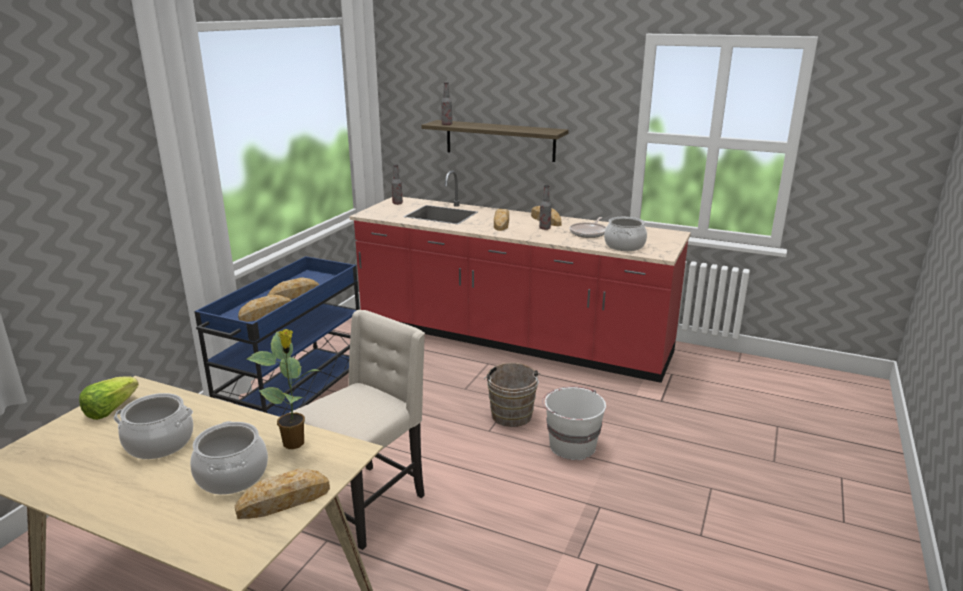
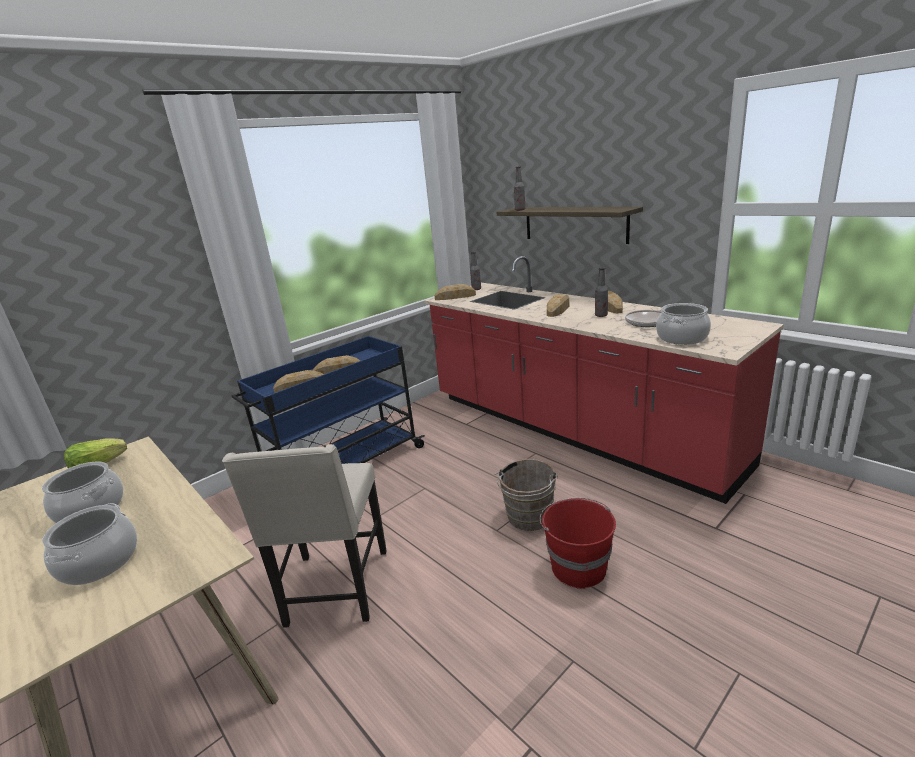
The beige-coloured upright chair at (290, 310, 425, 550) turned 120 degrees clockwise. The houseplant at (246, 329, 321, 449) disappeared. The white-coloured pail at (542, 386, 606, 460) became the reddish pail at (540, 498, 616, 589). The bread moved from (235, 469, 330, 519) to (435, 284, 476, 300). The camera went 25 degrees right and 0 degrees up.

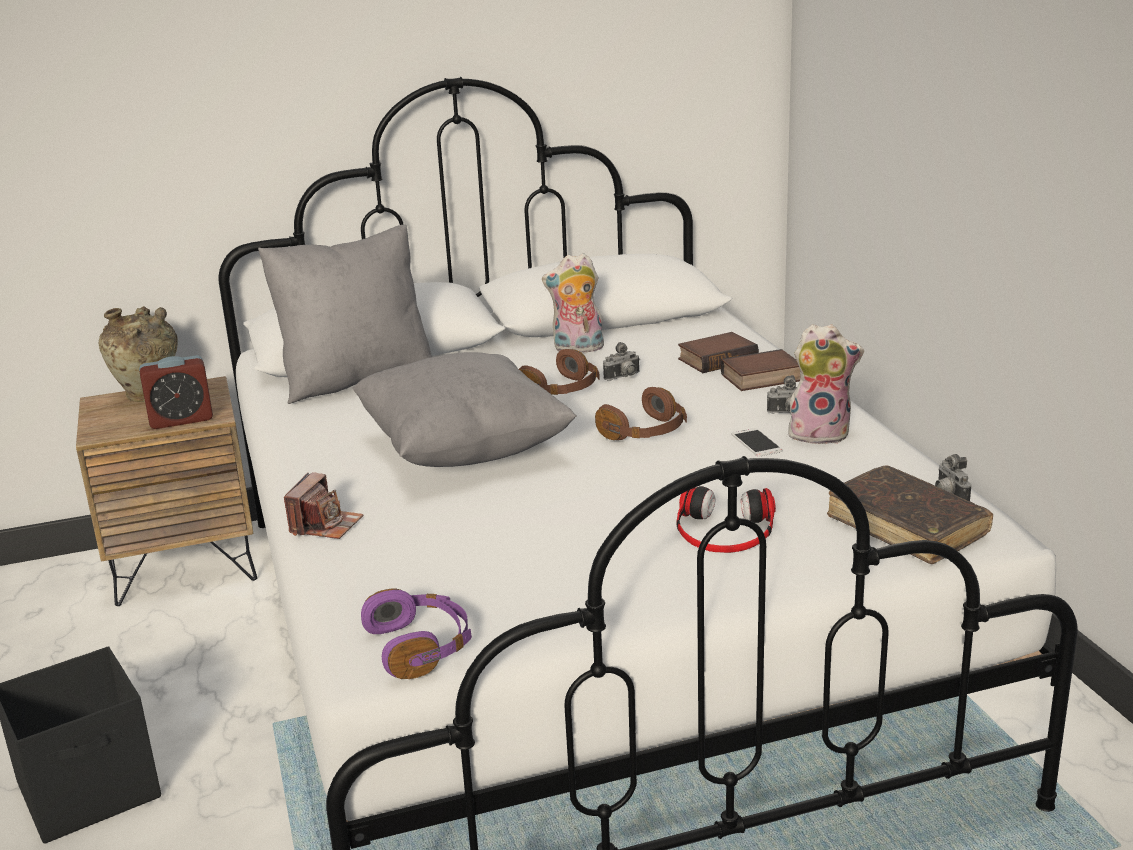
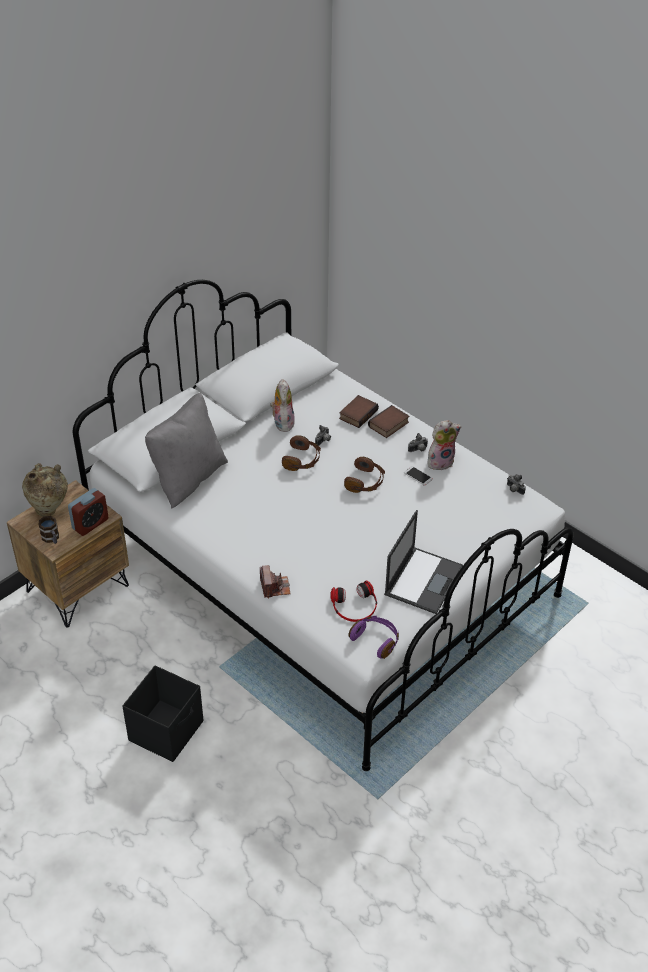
The cuddly toy at (542, 253, 604, 353) turned 120 degrees clockwise. The grey cushion at (352, 352, 577, 467) disappeared. The brown-coloured book at (827, 465, 993, 564) disappeared. The pair of headphones moved from (676, 486, 776, 553) to (330, 581, 377, 622). The portable computer at (384, 510, 463, 614) appeared. The mug at (39, 516, 59, 544) appeared. The camera went 30 degrees left and 20 degrees up.

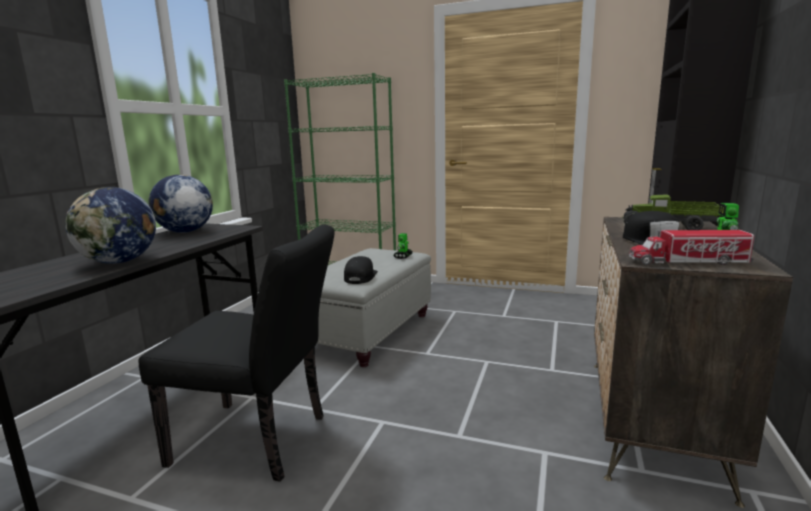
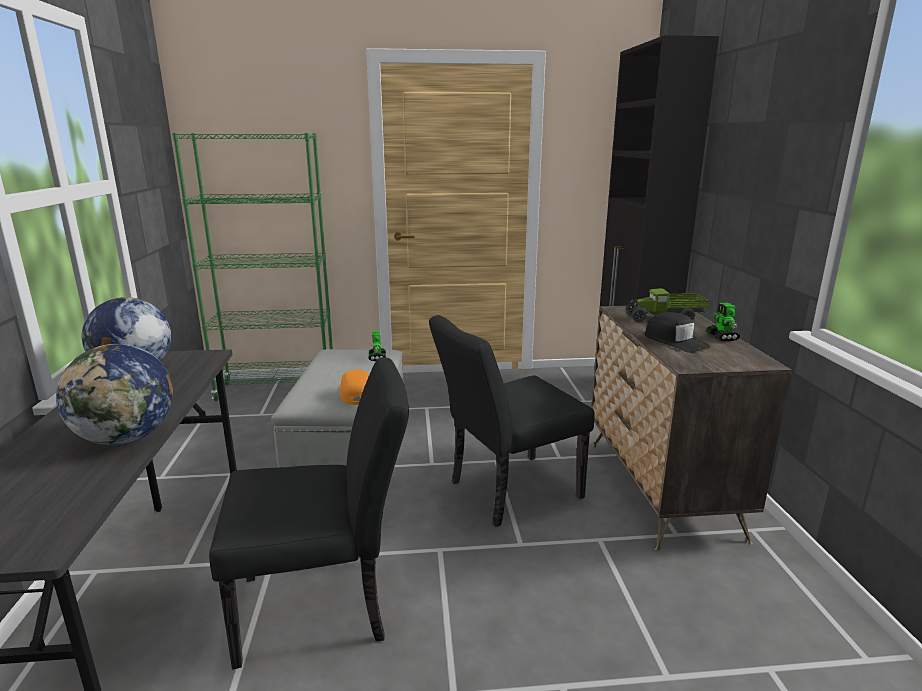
The model truck at (629, 230, 754, 265) disappeared. The blackish cap at (344, 256, 378, 284) became the orange-coloured cap at (339, 370, 369, 405). The blackish upright chair at (429, 315, 595, 527) appeared. The camera went 25 degrees left and 5 degrees up.

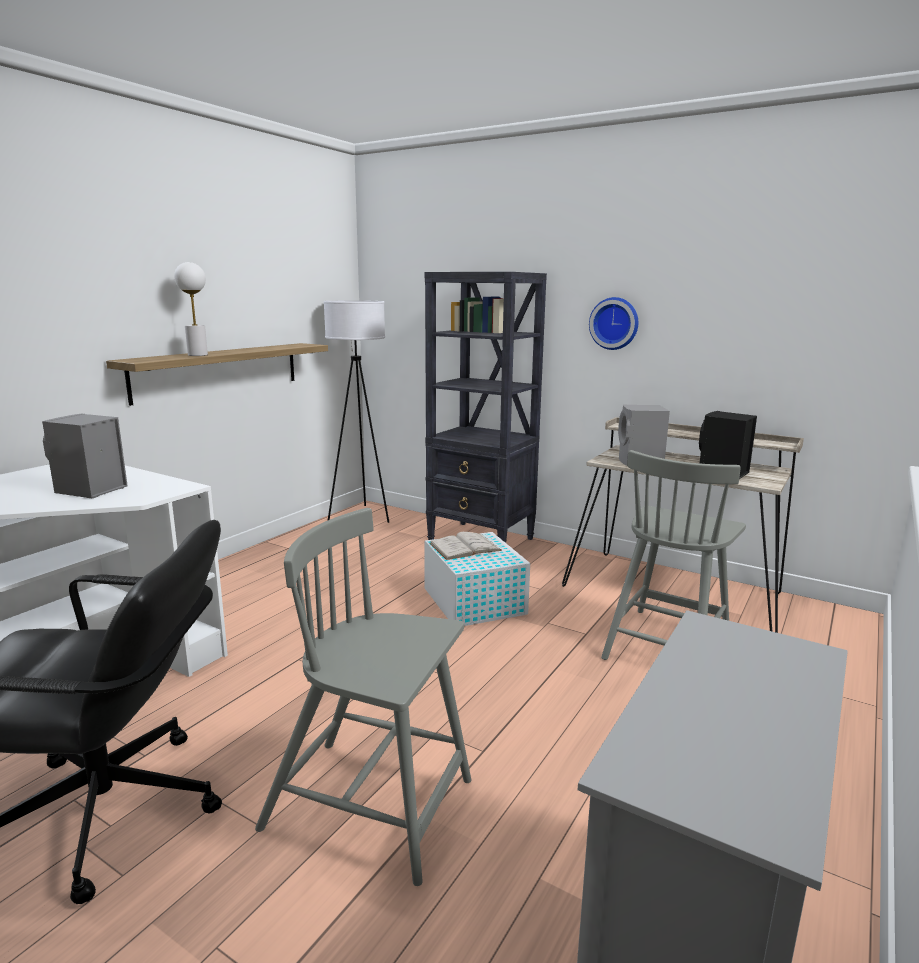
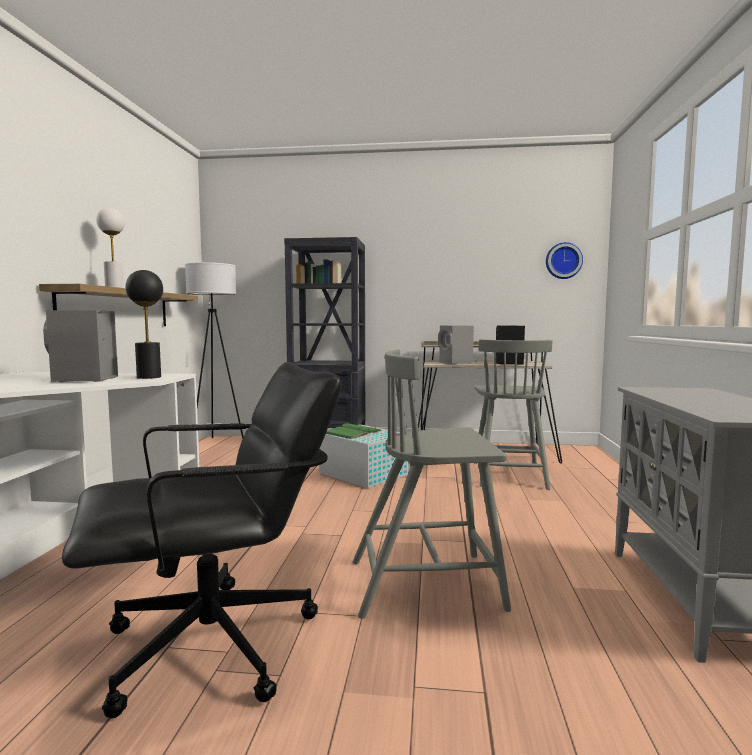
The wall clock moved from (589, 297, 638, 350) to (546, 242, 583, 279). The white-coloured book at (429, 532, 502, 560) became the greenish book at (326, 423, 382, 439). The blackish lamp for a table at (126, 270, 163, 379) appeared. The camera went 25 degrees left and 10 degrees down.

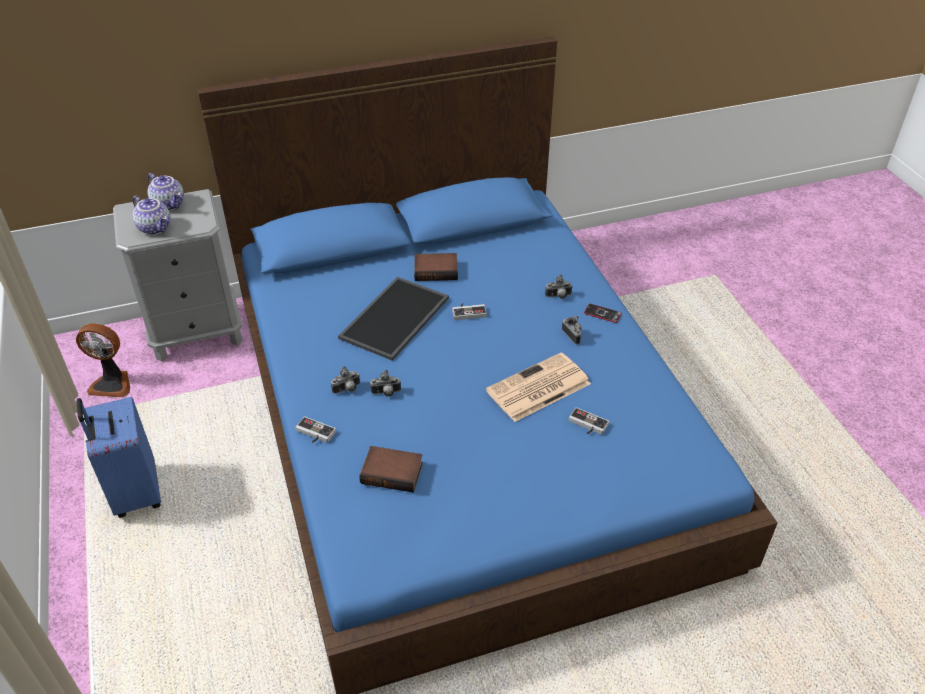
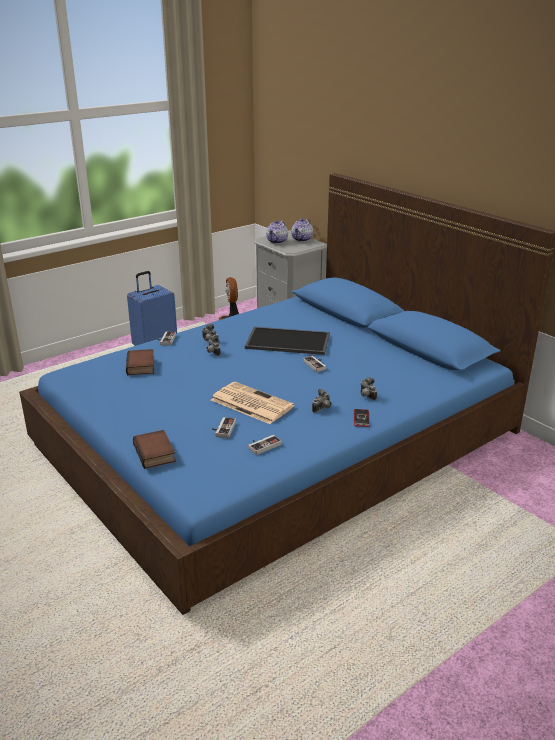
The book moved from (414, 253, 458, 281) to (133, 430, 176, 469). The game controller at (248, 435, 282, 455) appeared. The camera went 70 degrees right and 15 degrees down.

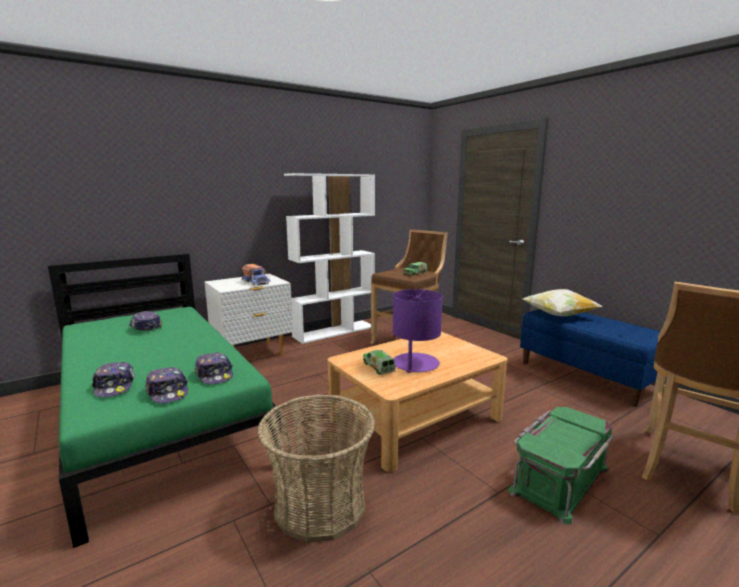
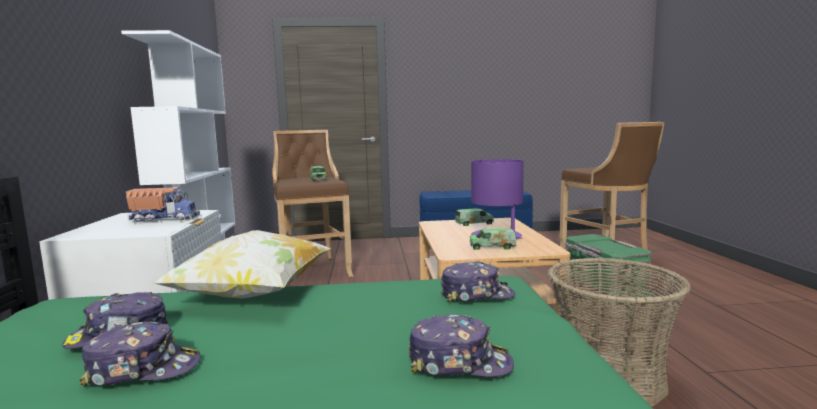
The cushion moved from (523, 289, 603, 316) to (152, 230, 331, 299). The cap moved from (145, 367, 188, 403) to (79, 322, 201, 387). The model truck at (455, 209, 494, 226) appeared. The camera went 60 degrees left and 5 degrees down.

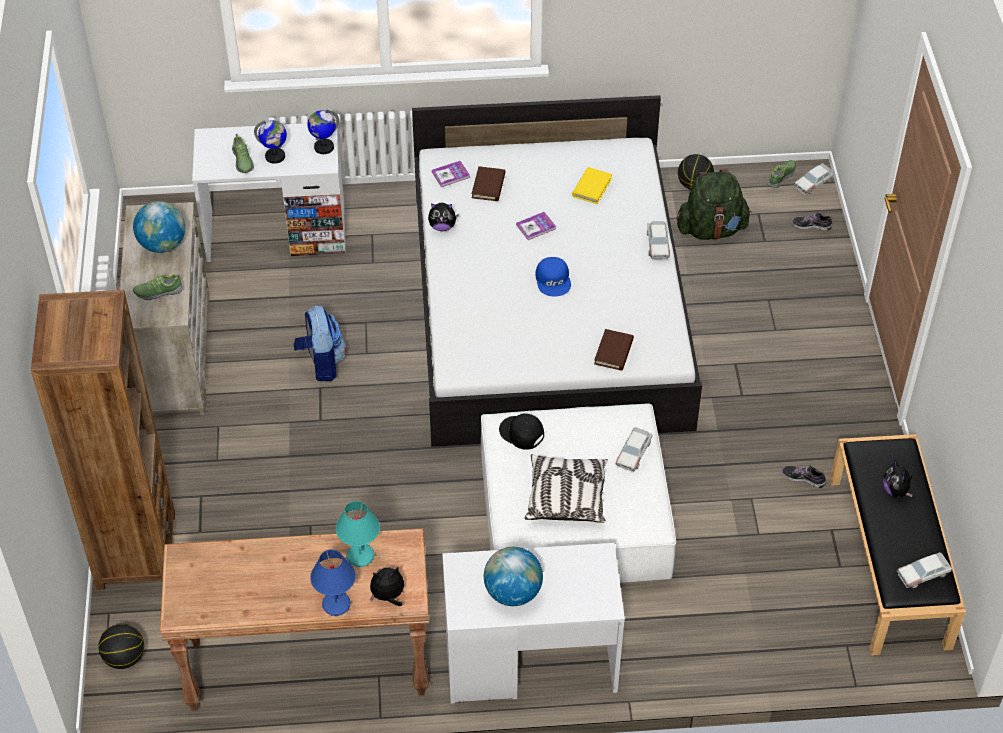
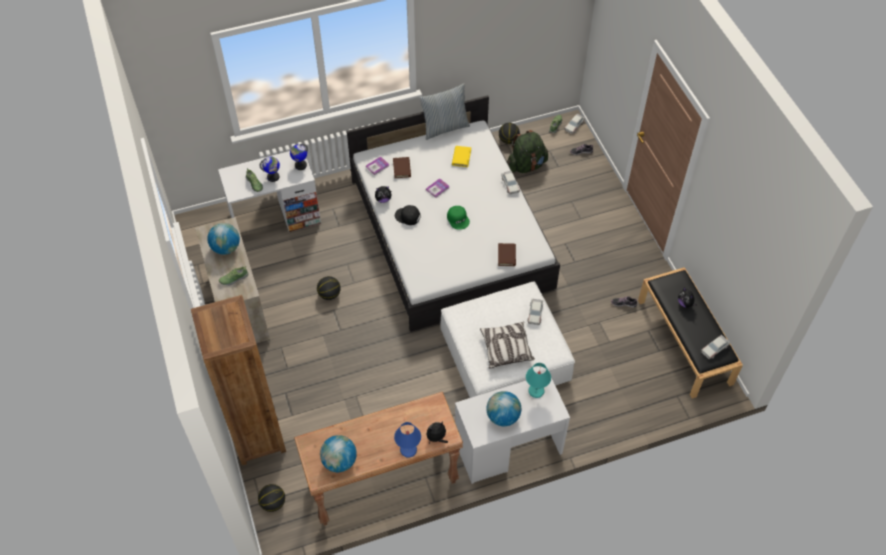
The blue cap at (535, 257, 571, 297) became the greenish cap at (447, 206, 470, 230). The backpack at (293, 305, 346, 381) was replaced by the ball for basketball at (317, 276, 341, 300). The blackish cap moved from (499, 413, 544, 450) to (395, 205, 420, 225). The turquoise-coloured lamp for a table moved from (336, 501, 380, 567) to (526, 363, 551, 398). The cushion at (419, 84, 470, 140) appeared. The desk globe at (320, 435, 357, 472) appeared. The camera went 15 degrees left and 5 degrees up.

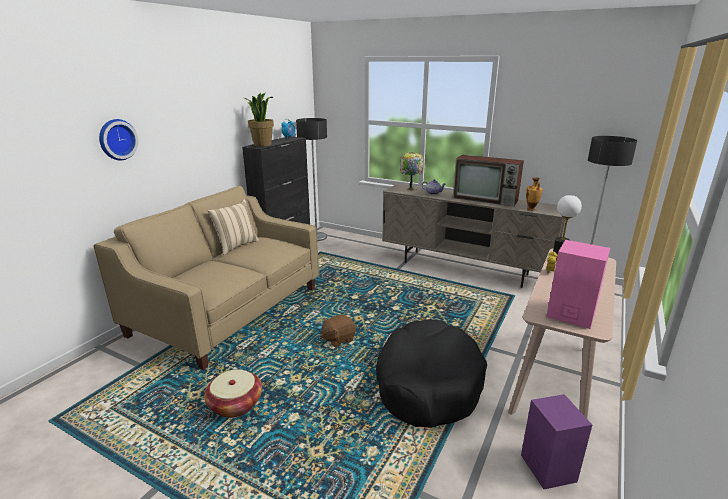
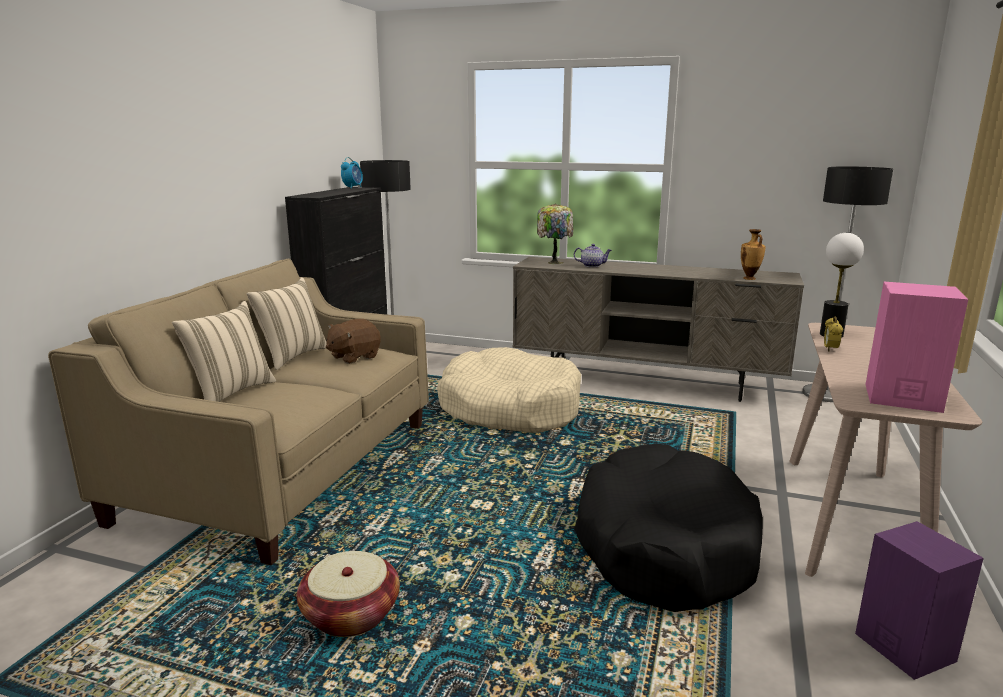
The houseplant at (245, 93, 274, 147) disappeared. The wall clock at (99, 119, 138, 161) disappeared. The TV at (453, 155, 524, 206) disappeared. The brown-coloured cuddly toy moved from (321, 315, 356, 347) to (326, 319, 381, 364). The beige-coloured cushion at (172, 301, 276, 402) appeared. The beige-coloured dog bed at (437, 347, 581, 433) appeared. The camera went 10 degrees left and 5 degrees down.

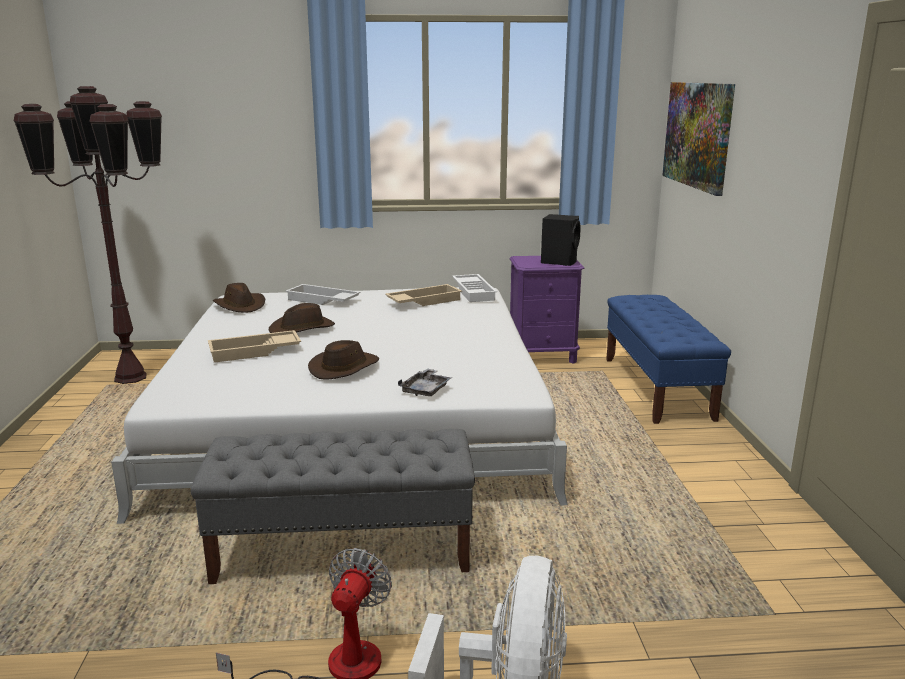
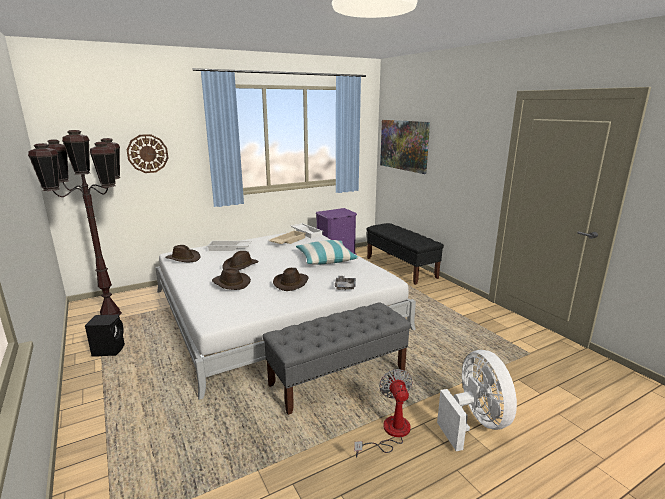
The blackish audio speaker moved from (541, 214, 581, 266) to (85, 314, 125, 357). The blue indoor bench at (606, 295, 731, 424) became the blackish indoor bench at (366, 223, 444, 285). The beige-coloured tray at (208, 330, 301, 363) was replaced by the brown-coloured clothing hat at (212, 268, 251, 290). The wall clock at (127, 134, 168, 173) appeared. The cushion at (296, 240, 359, 265) appeared. The camera went 25 degrees left and 0 degrees up.

